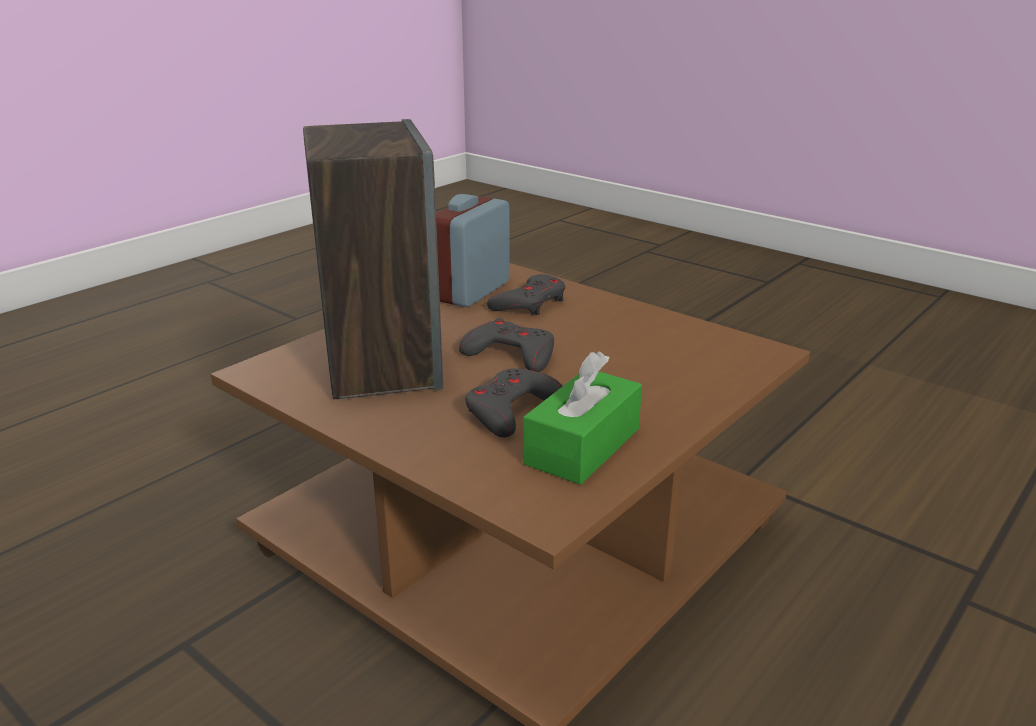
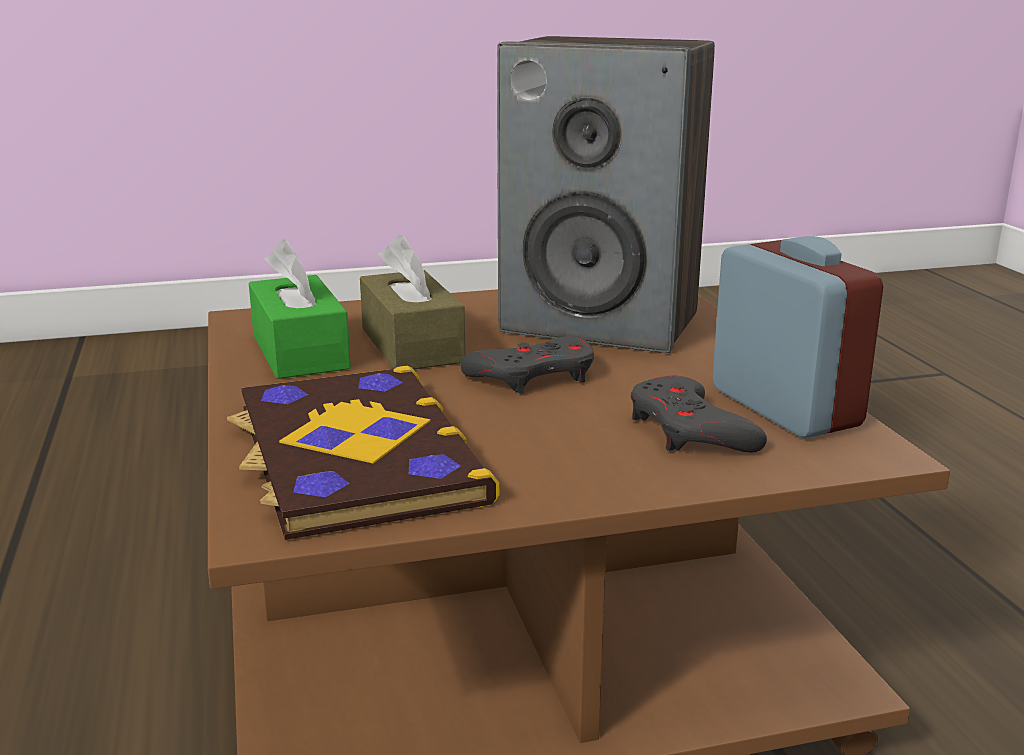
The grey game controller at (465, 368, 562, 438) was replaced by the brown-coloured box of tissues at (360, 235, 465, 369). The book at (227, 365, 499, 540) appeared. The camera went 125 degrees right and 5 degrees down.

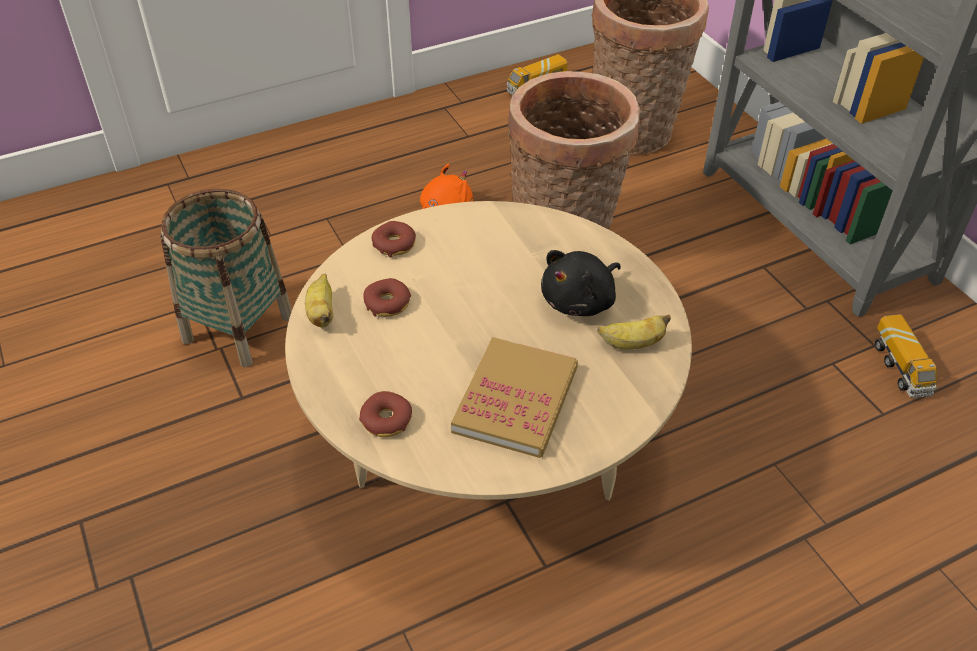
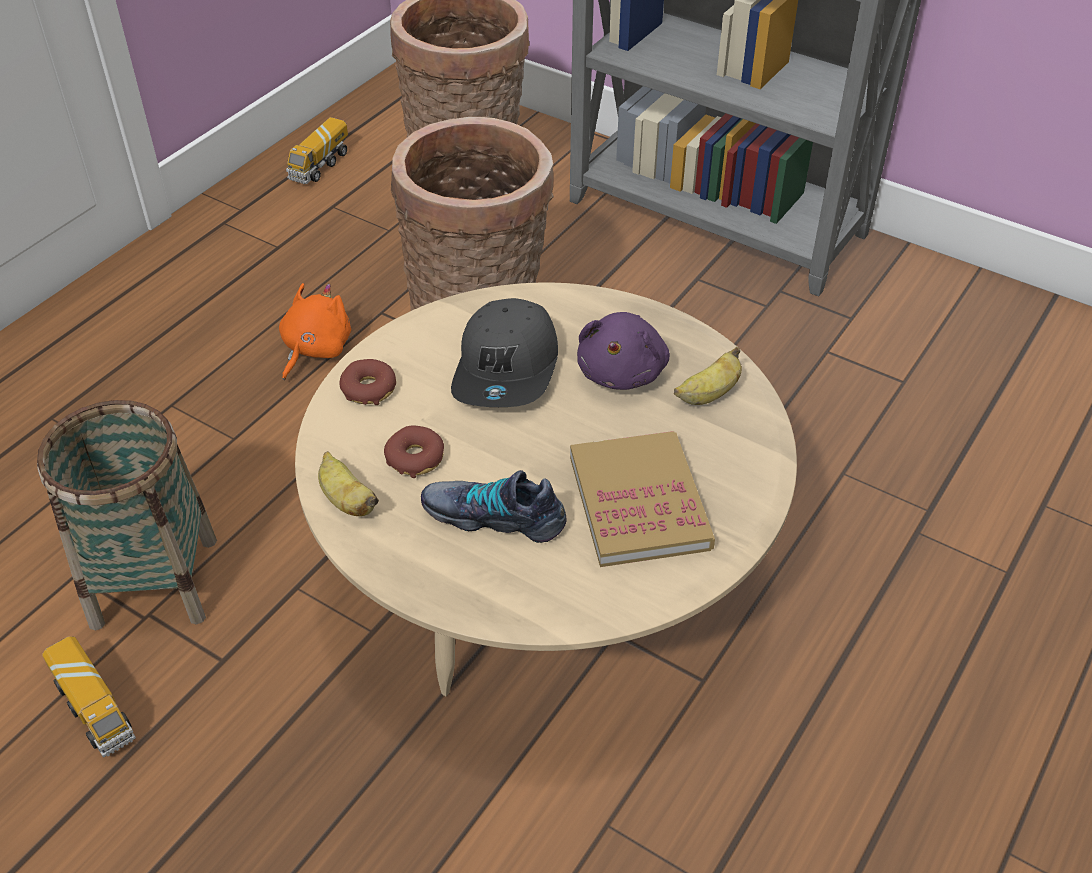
The blackish cuddly toy at (541, 250, 621, 316) became the purplish cuddly toy at (577, 312, 670, 390). The model truck moved from (875, 314, 937, 398) to (42, 636, 136, 758). The doughnut at (359, 391, 412, 437) disappeared. The grey cap at (451, 298, 558, 407) appeared. The item of footwear at (421, 470, 566, 543) appeared. The camera went 30 degrees left and 0 degrees up.

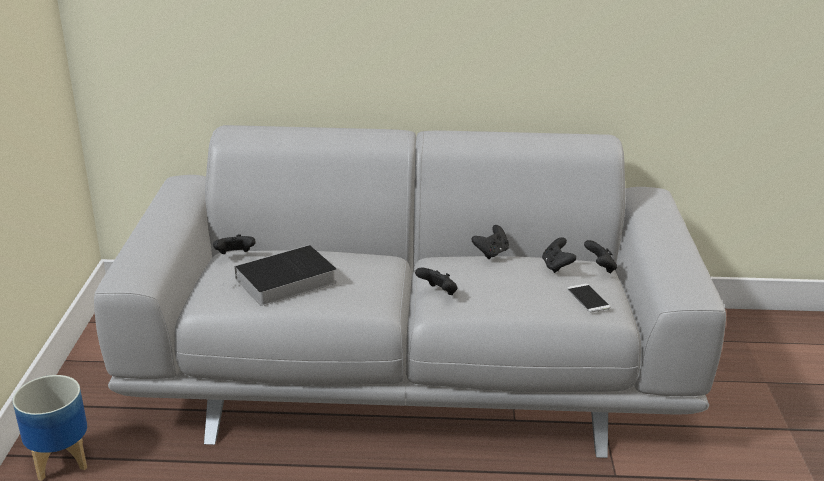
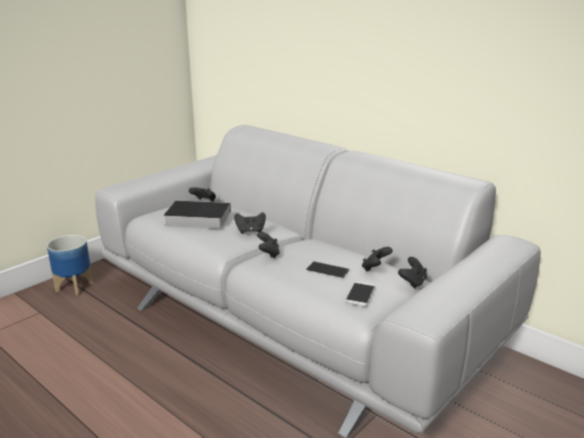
The blackish game controller moved from (471, 225, 509, 259) to (234, 212, 266, 234). The telephone at (306, 261, 349, 278) appeared. The camera went 40 degrees right and 5 degrees down.

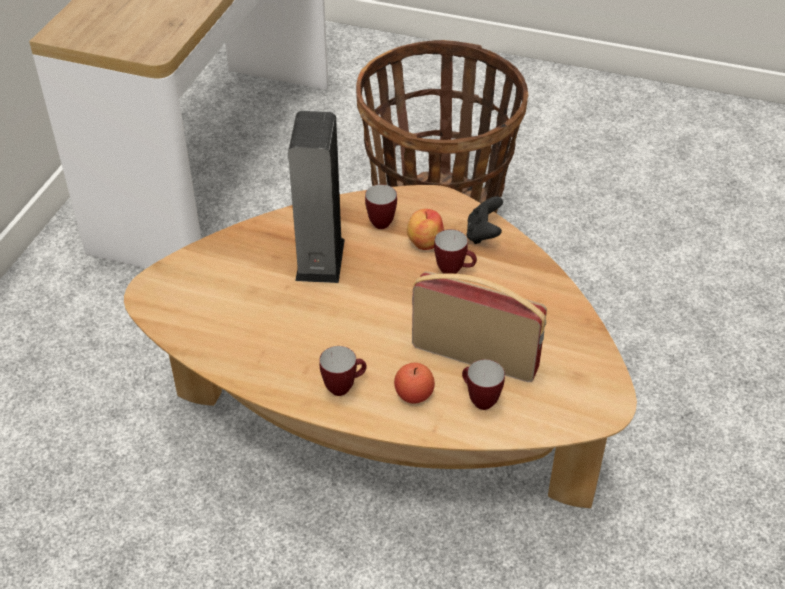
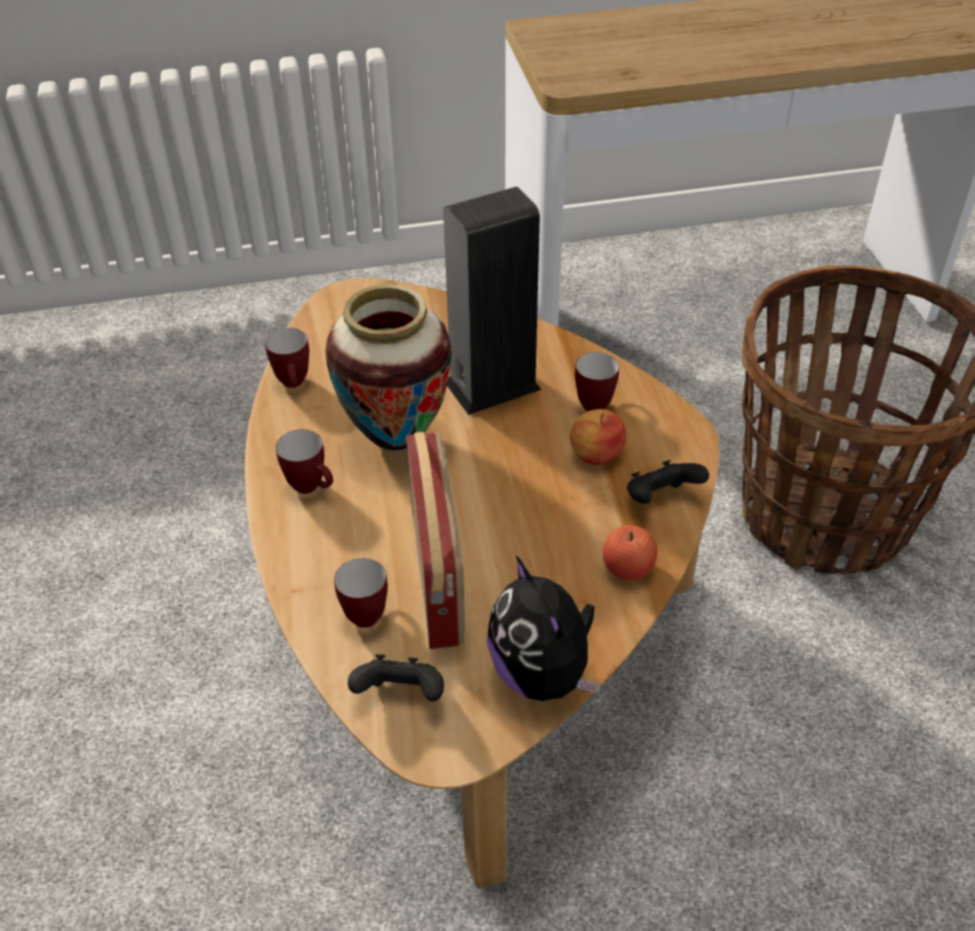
The mug moved from (434, 229, 477, 274) to (265, 328, 309, 388). The apple fruit moved from (394, 363, 435, 403) to (603, 525, 657, 580). The flower vase at (325, 284, 452, 452) appeared. The cuddly toy at (487, 556, 601, 701) appeared. The blackish game controller at (348, 654, 444, 702) appeared. The camera went 60 degrees right and 0 degrees up.

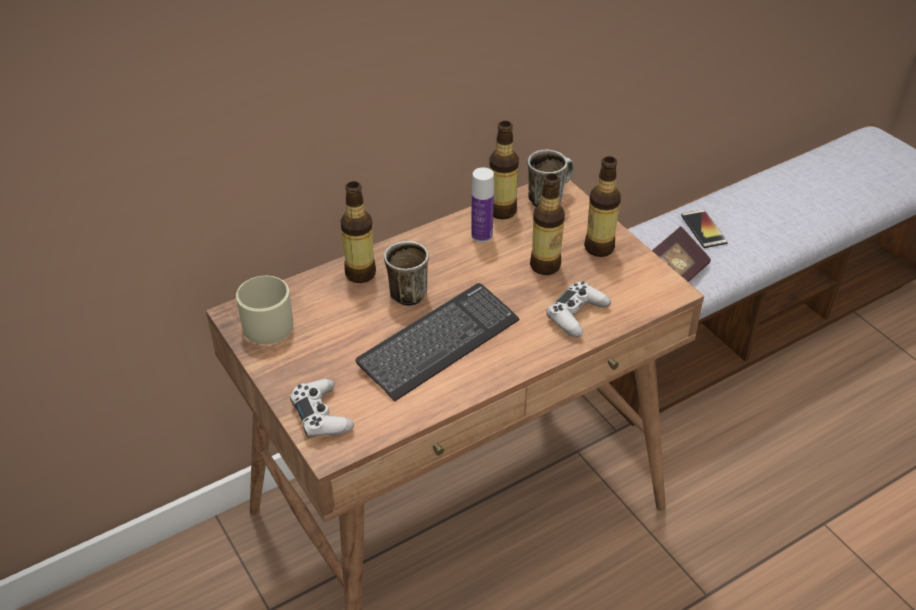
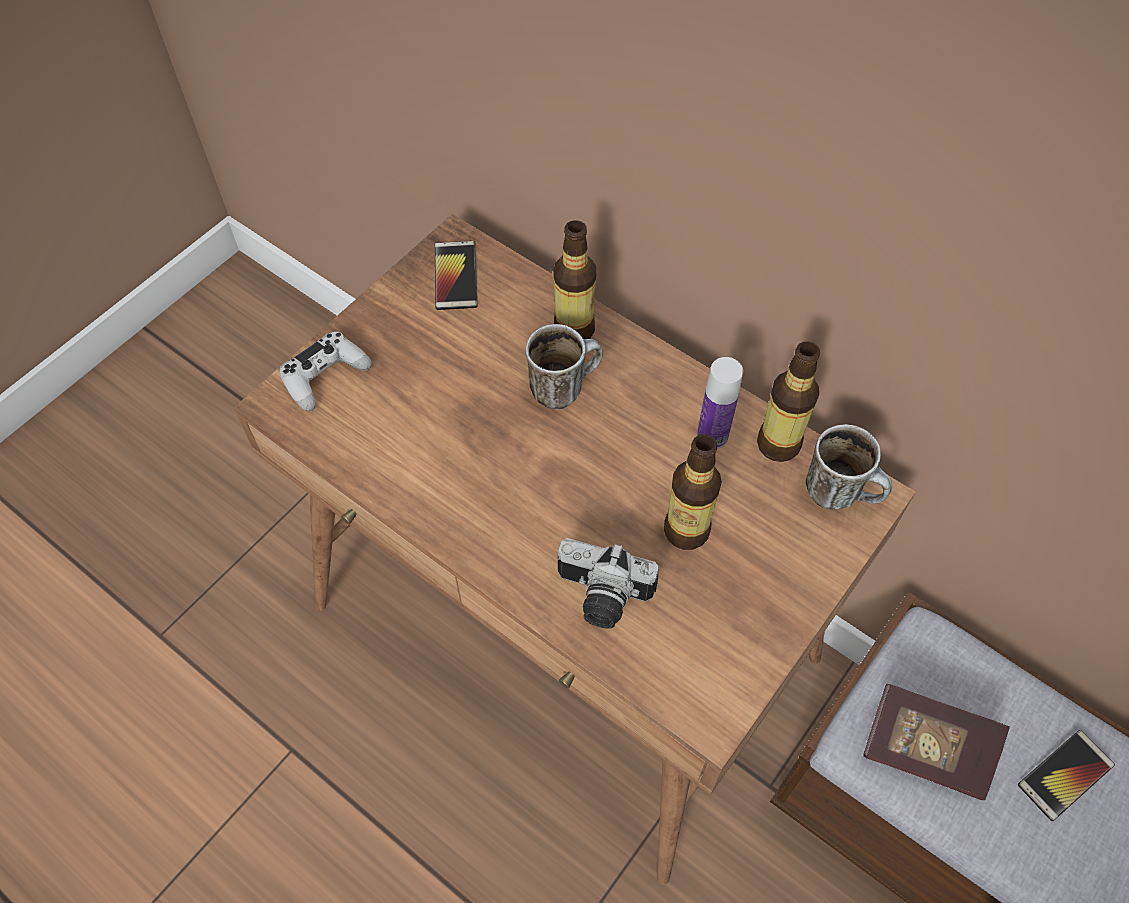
The bottle at (584, 156, 621, 257) disappeared. The beige-coloured mug at (236, 276, 293, 344) was replaced by the telephone at (435, 241, 478, 310). The white-coloured game controller at (546, 282, 611, 337) was replaced by the photo camera at (558, 538, 659, 629). The keyboard at (355, 283, 519, 402) disappeared. The camera went 70 degrees right and 15 degrees up.

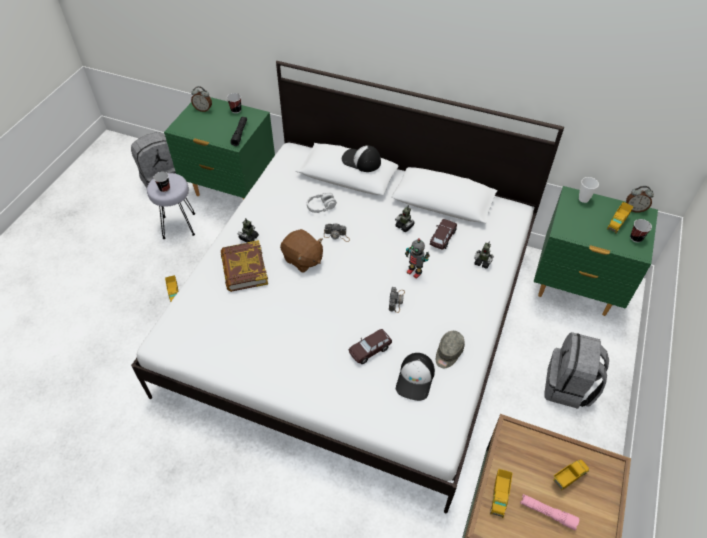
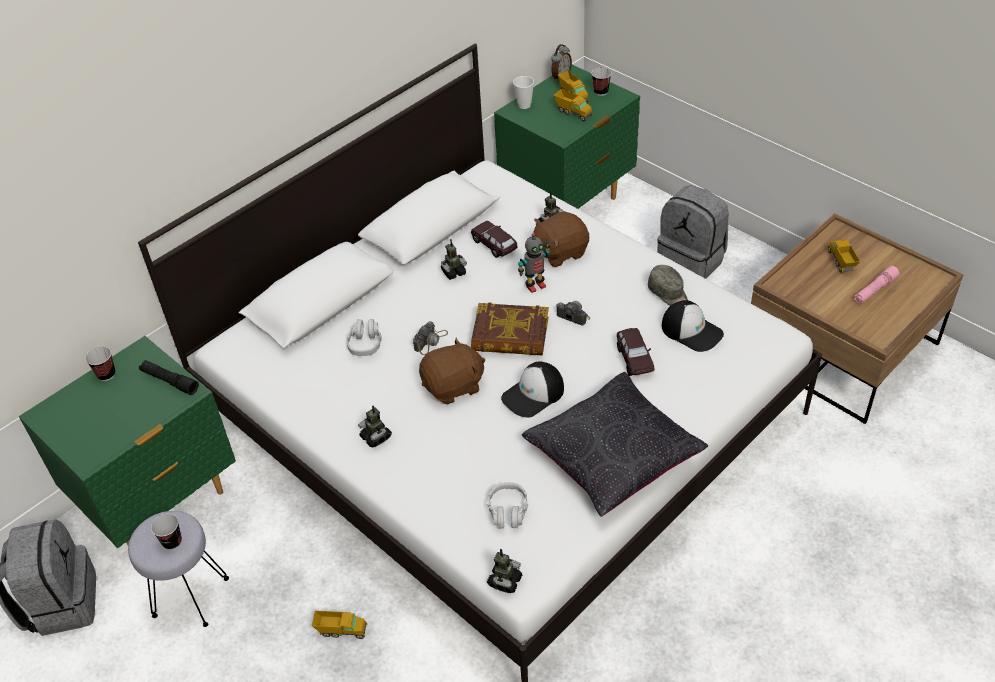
The bedside clock at (191, 86, 212, 112) disappeared. The cap moved from (342, 145, 381, 172) to (501, 362, 564, 417). The book moved from (221, 240, 268, 292) to (471, 302, 549, 356). The model truck moved from (490, 469, 513, 518) to (554, 89, 593, 121). The brown-coloured cuddly toy at (534, 211, 589, 267) appeared. The blackish cushion at (522, 372, 708, 517) appeared. The grey pair of headphones at (488, 482, 528, 529) appeared. The model robot at (487, 549, 522, 593) appeared. The camera went 65 degrees left and 5 degrees down.

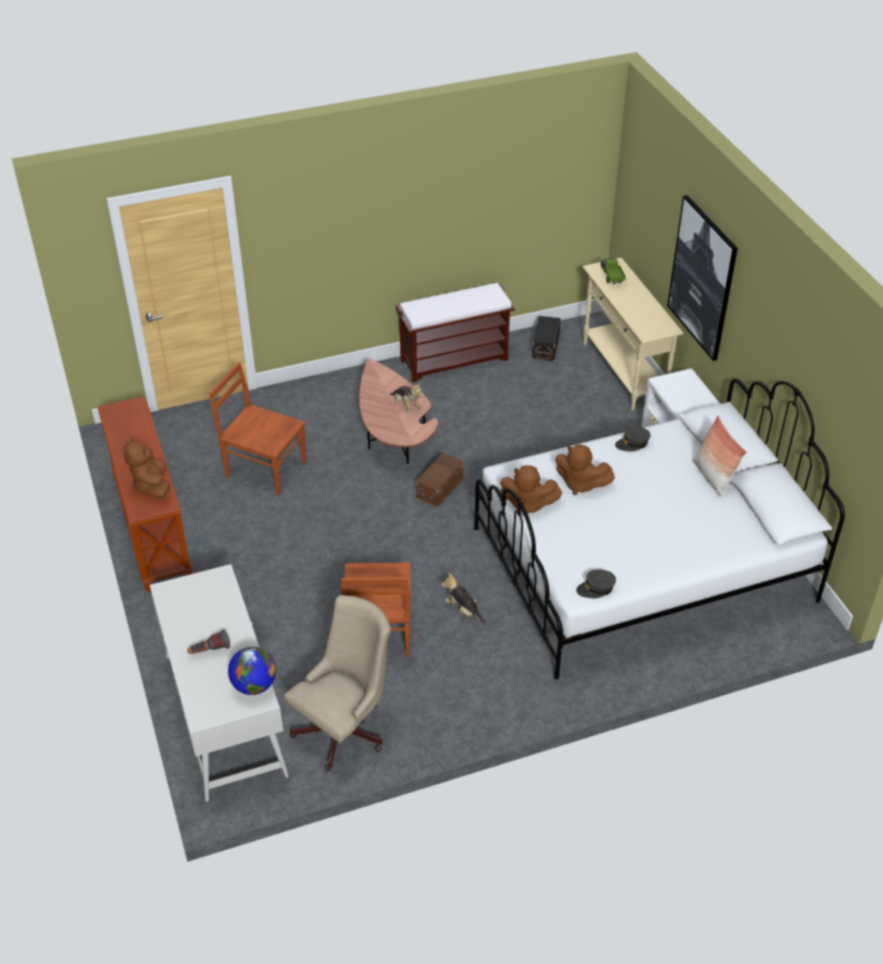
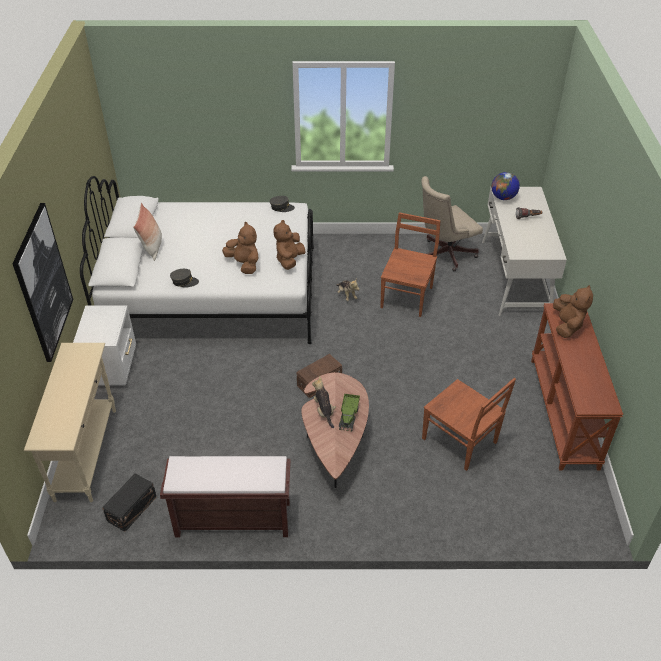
The model truck moved from (601, 258, 626, 284) to (339, 394, 360, 431). The brown-coloured cuddly toy at (500, 465, 562, 516) turned 105 degrees counterclockwise. The camera went 160 degrees left and 0 degrees up.

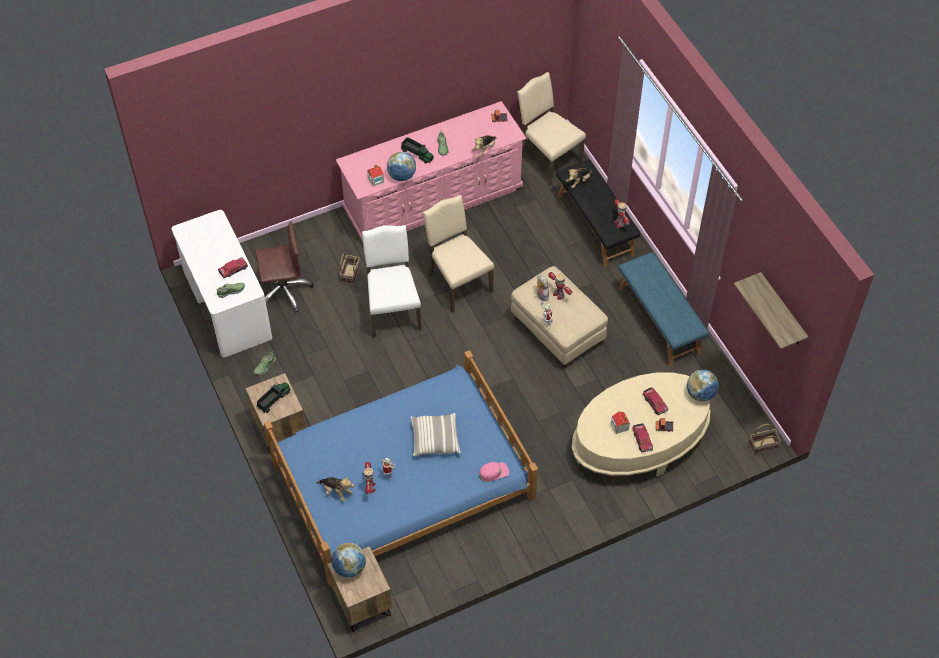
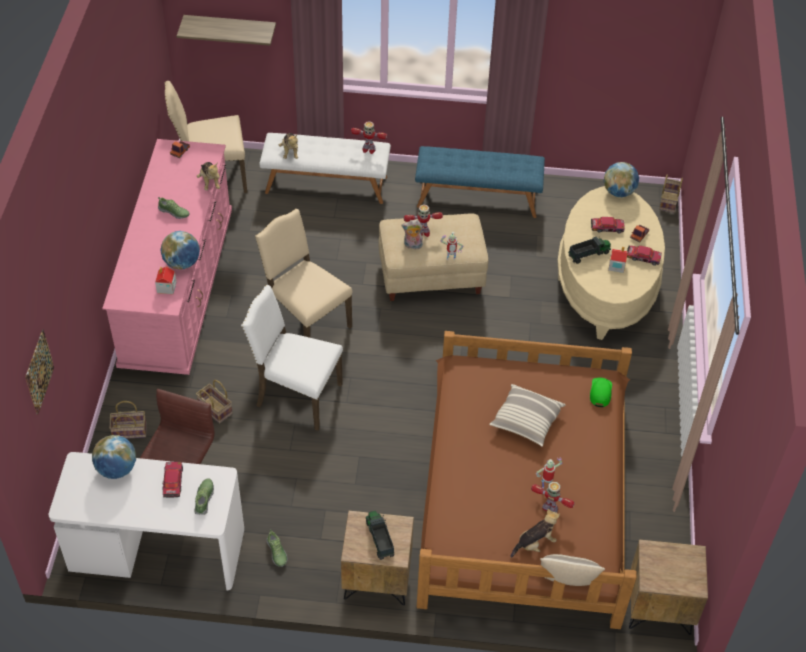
The model truck moved from (401, 137, 434, 163) to (568, 237, 611, 264). The blackish indoor bench at (556, 160, 641, 267) became the white-coloured indoor bench at (259, 133, 391, 204). The beige-coloured upright chair at (423, 195, 494, 313) turned 45 degrees clockwise. The shelf moved from (734, 272, 809, 349) to (177, 15, 276, 46). The blue bed at (264, 350, 538, 587) became the brown-coloured bed at (417, 331, 636, 629). The pink-coloured cap at (479, 462, 509, 482) became the greenish cap at (590, 378, 612, 407). The desk globe moved from (331, 543, 366, 578) to (92, 435, 136, 479). The wall picture at (25, 329, 54, 415) appeared. The household basket at (109, 401, 147, 439) appeared. The cushion at (540, 554, 605, 586) appeared. The camera went 60 degrees left and 5 degrees down.

